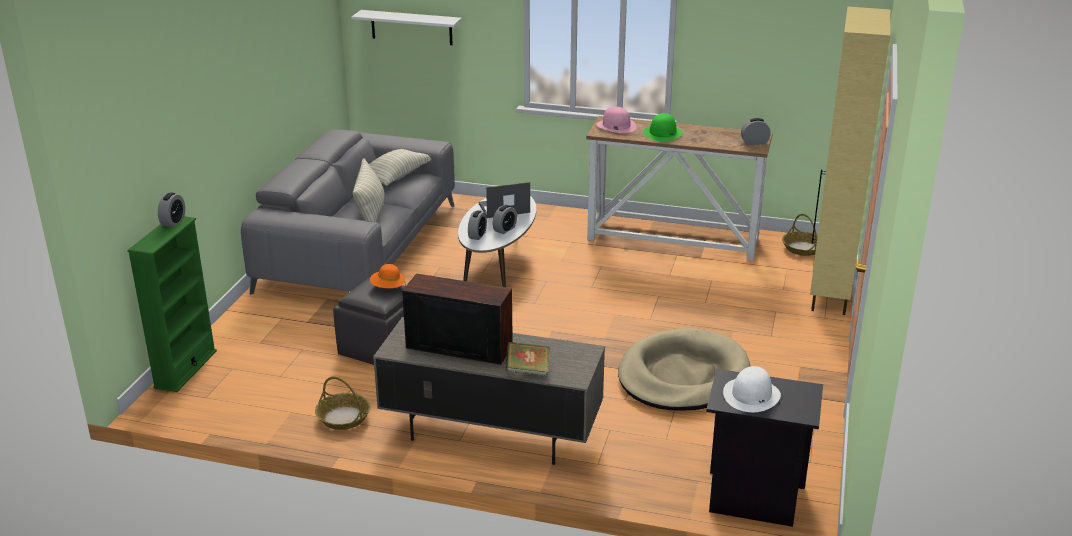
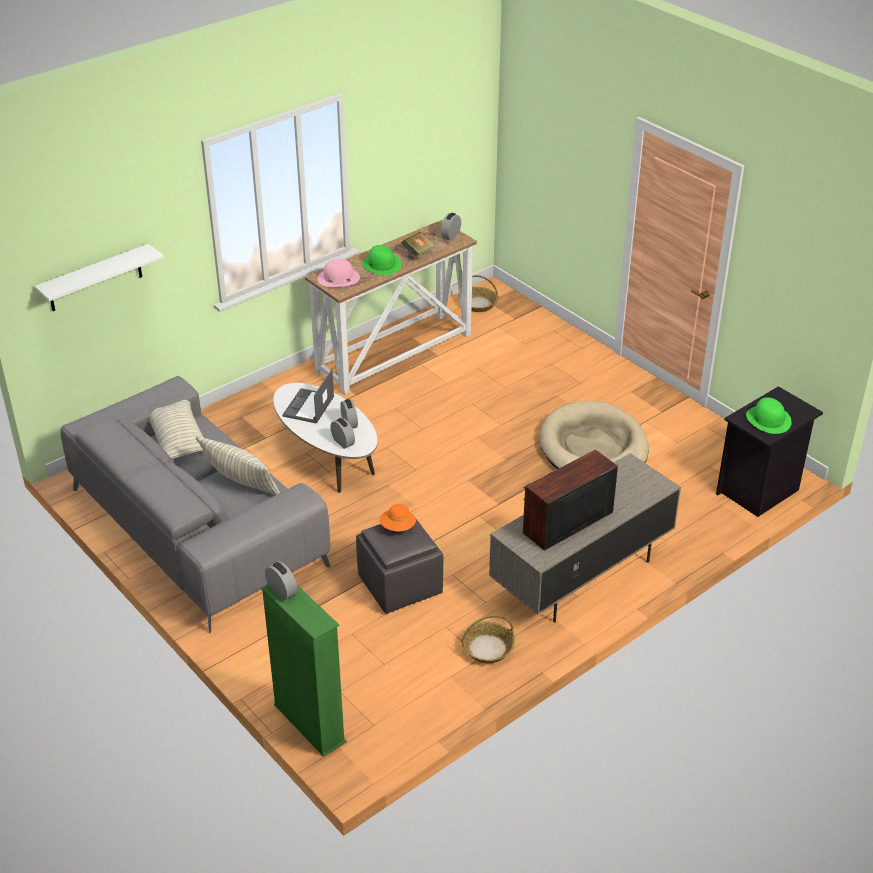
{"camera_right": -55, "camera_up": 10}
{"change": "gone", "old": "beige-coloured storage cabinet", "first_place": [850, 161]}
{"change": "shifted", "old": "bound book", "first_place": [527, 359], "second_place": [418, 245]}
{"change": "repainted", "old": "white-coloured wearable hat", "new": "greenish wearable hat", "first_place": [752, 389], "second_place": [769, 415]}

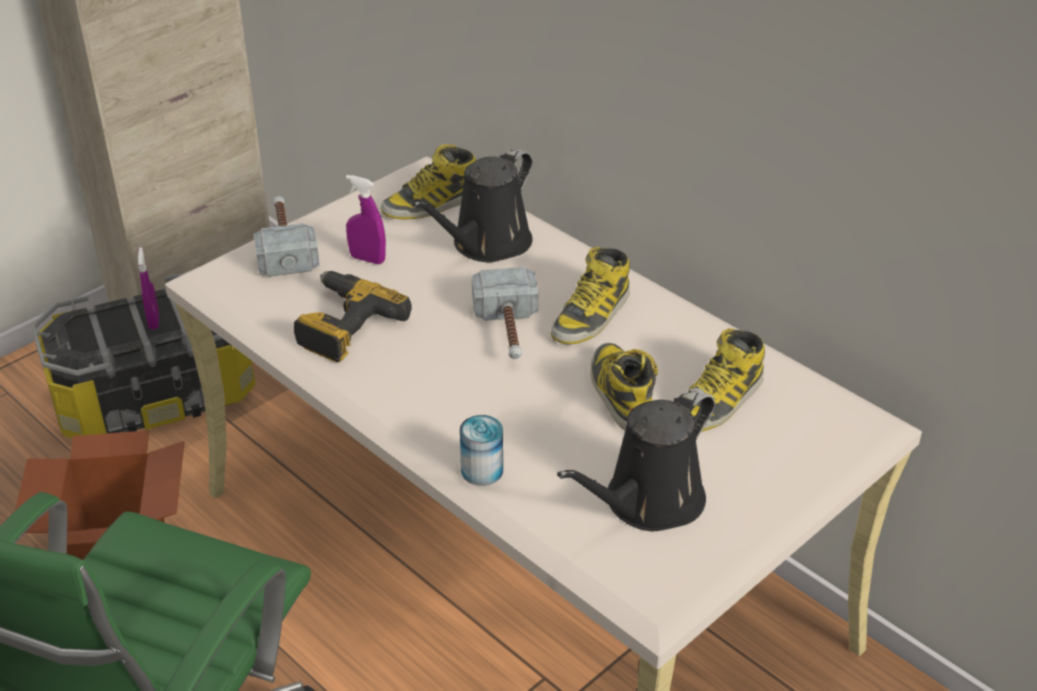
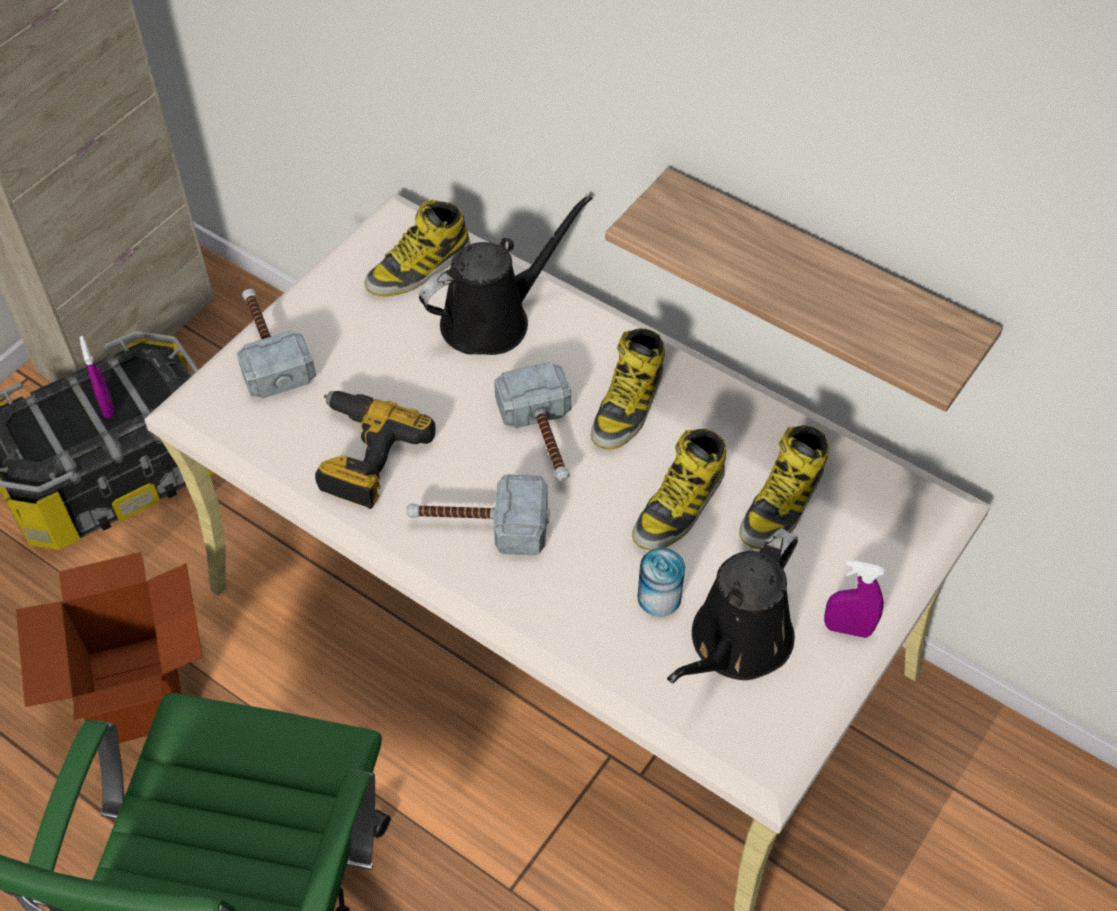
{"camera_right": -10, "camera_up": 15}
{"change": "rotated", "old": "black sprinkling can", "first_place": [472, 205], "second_place": [506, 275], "degrees": -150}
{"change": "shifted", "old": "purple-coloured sprayer", "first_place": [366, 219], "second_place": [854, 599]}
{"change": "rotated", "old": "boot", "first_place": [624, 386], "second_place": [679, 489], "degrees": -120}
{"change": "shifted", "old": "can", "first_place": [481, 450], "second_place": [661, 582]}
{"change": "new", "new": "bracket shelf", "second_place": [804, 290]}
{"change": "new", "new": "tool hammer", "second_place": [478, 515]}

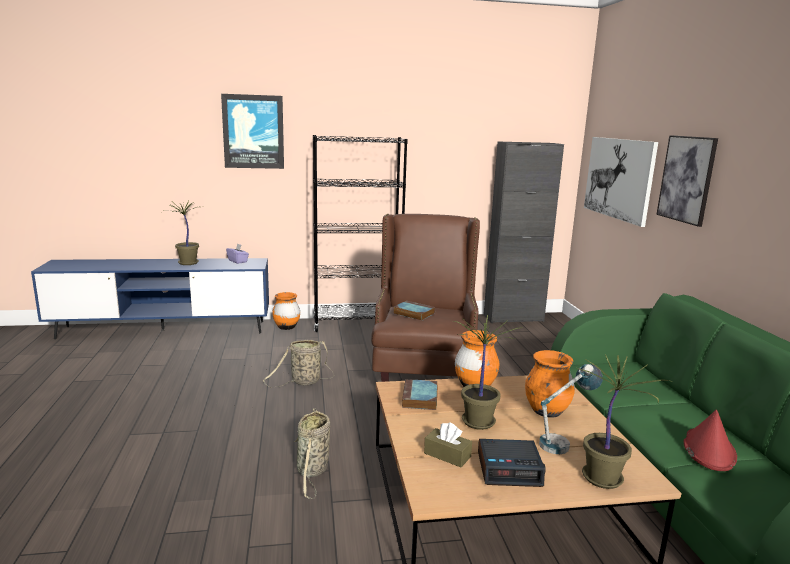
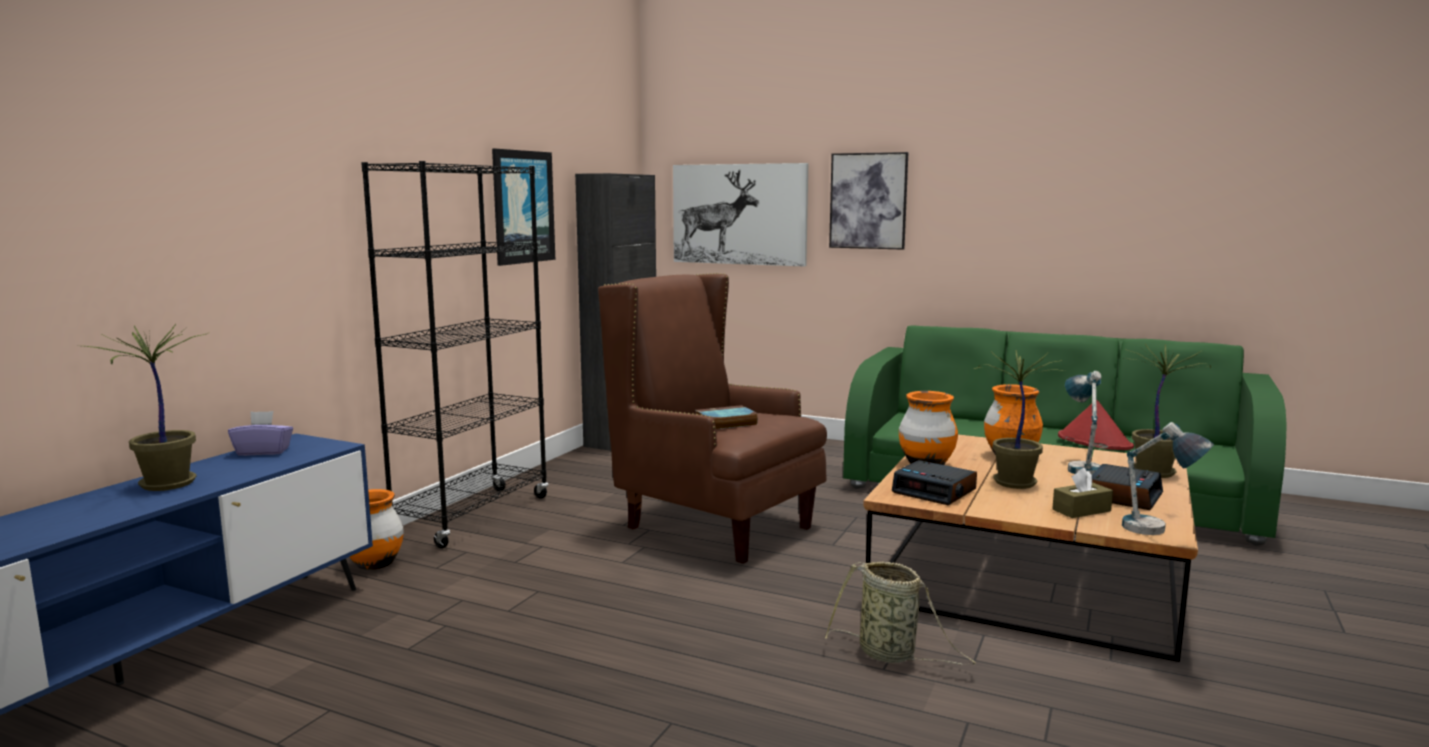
{"camera_right": -55, "camera_up": -5}
{"change": "shifted", "old": "wall picture", "first_place": [252, 131], "second_place": [523, 207]}
{"change": "gone", "old": "basket", "first_place": [298, 363]}
{"change": "swapped", "old": "bound book", "new": "alarm clock", "first_place": [420, 394], "second_place": [934, 482]}
{"change": "new", "new": "tabletop lamp", "second_place": [1168, 478]}

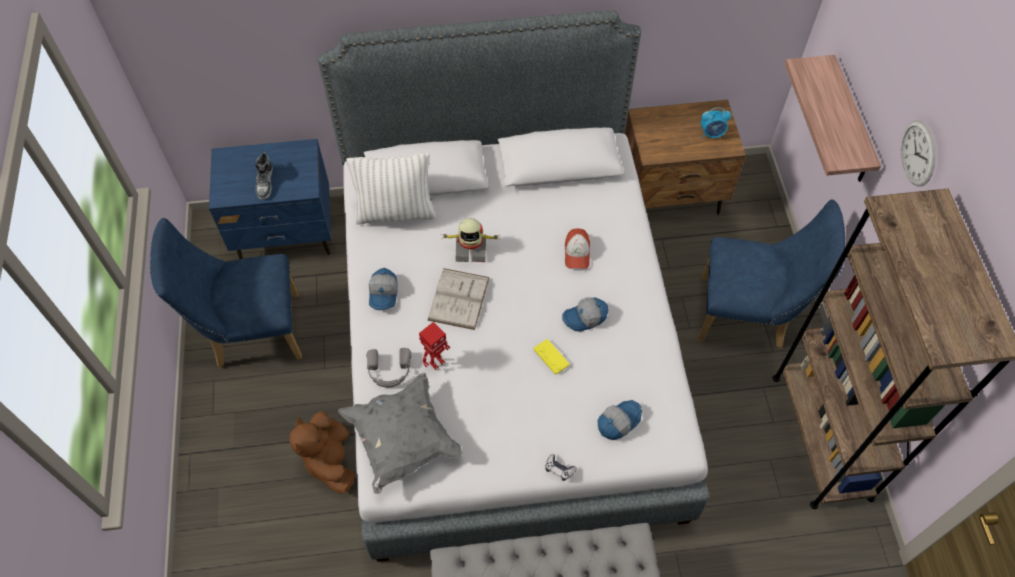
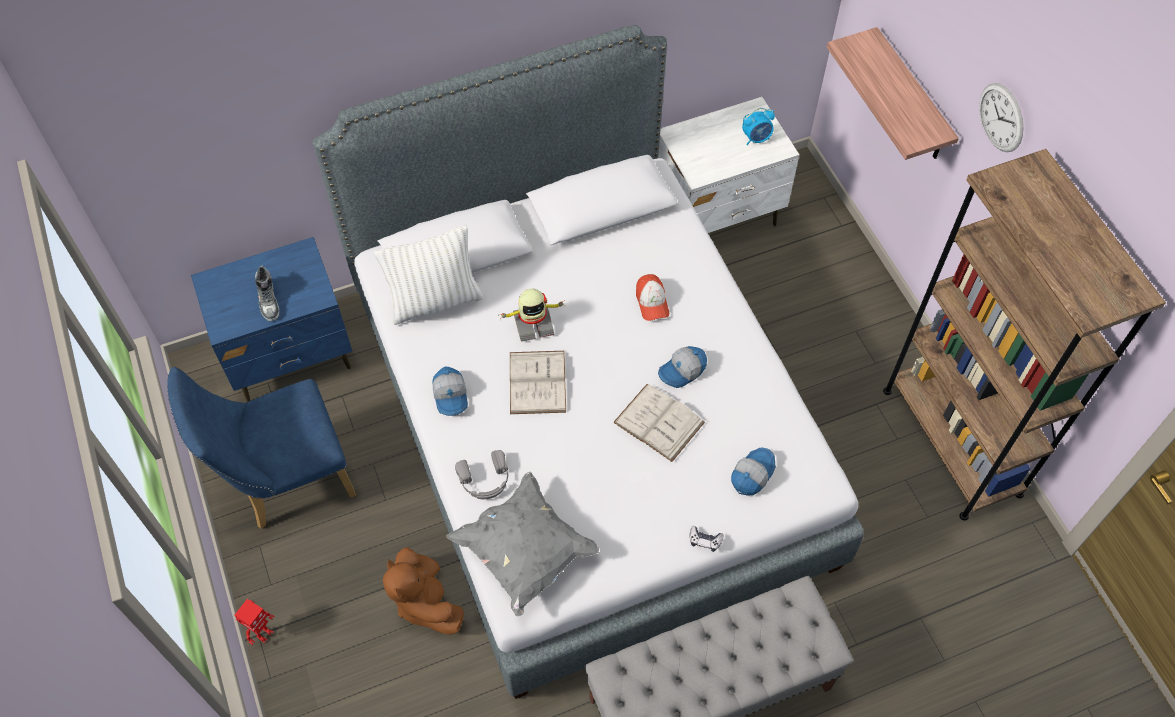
{"camera_right": -15, "camera_up": 0}
{"change": "repainted", "old": "brown bedside table", "new": "white-coloured bedside table", "first_place": [685, 157], "second_place": [728, 165]}
{"change": "gone", "old": "blue plain chair", "first_place": [772, 274]}
{"change": "shifted", "old": "toy robot", "first_place": [434, 346], "second_place": [254, 622]}
{"change": "swapped", "old": "yellow-coloured joypad", "new": "white-coloured bound book", "first_place": [551, 357], "second_place": [659, 423]}

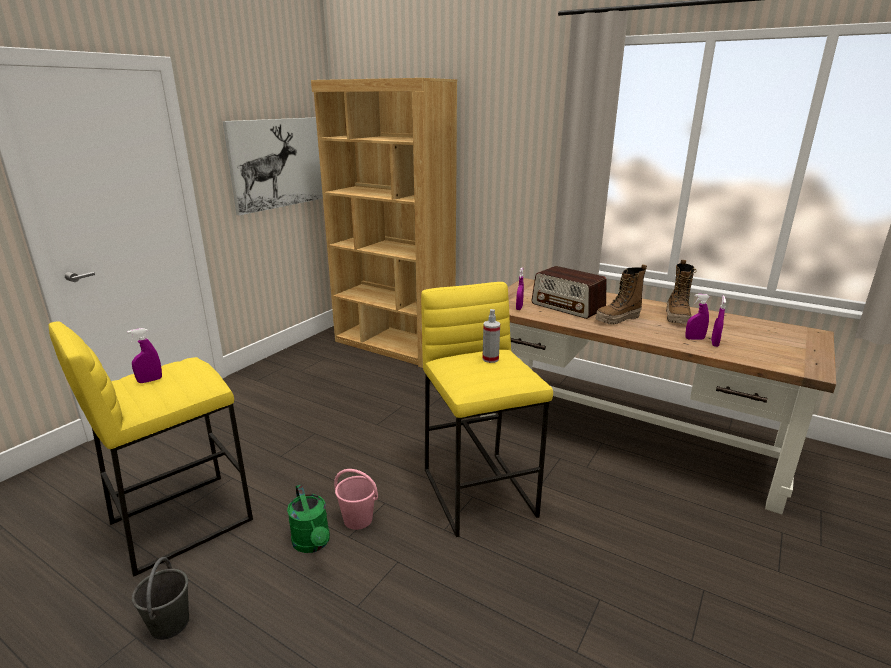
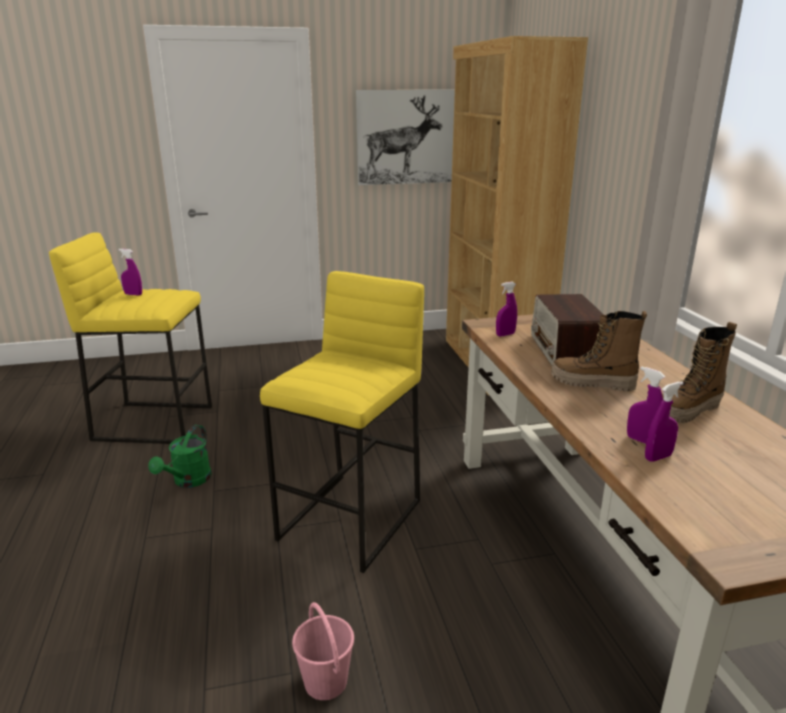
{"camera_right": 45, "camera_up": 0}
{"change": "gone", "old": "sprayer", "first_place": [491, 336]}
{"change": "shifted", "old": "pink-coloured pail", "first_place": [356, 499], "second_place": [323, 651]}
{"change": "gone", "old": "grey pail", "first_place": [160, 598]}

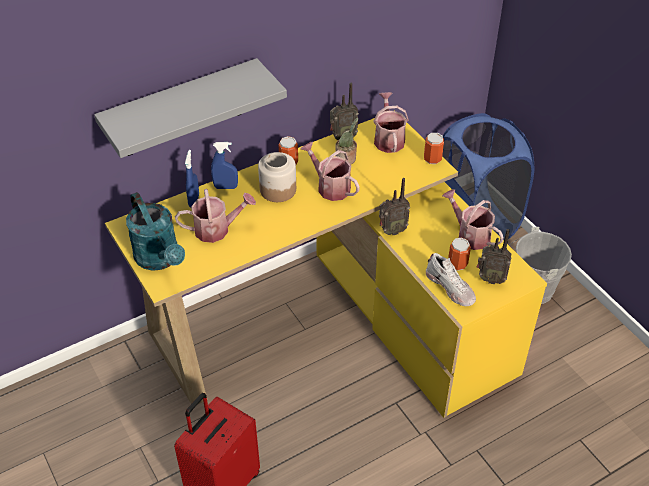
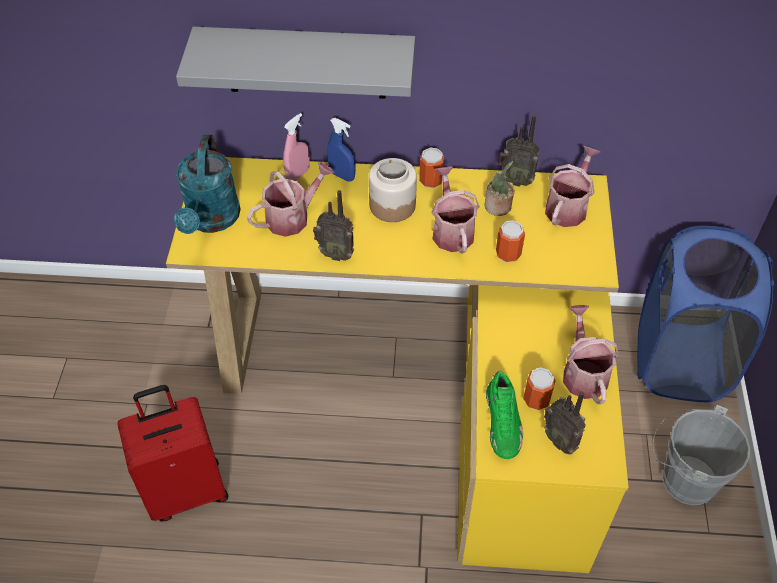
{"camera_right": 35, "camera_up": 5}
{"change": "shifted", "old": "can", "first_place": [434, 148], "second_place": [510, 241]}
{"change": "repainted", "old": "blue sprayer", "new": "pink-coloured sprayer", "first_place": [192, 179], "second_place": [296, 147]}
{"change": "shifted", "old": "radio receiver", "first_place": [394, 206], "second_place": [333, 225]}
{"change": "rotated", "old": "sprinkling can", "first_place": [215, 216], "second_place": [290, 199], "degrees": -60}
{"change": "repainted", "old": "white-coloured shoe", "new": "greenish shoe", "first_place": [451, 279], "second_place": [504, 415]}

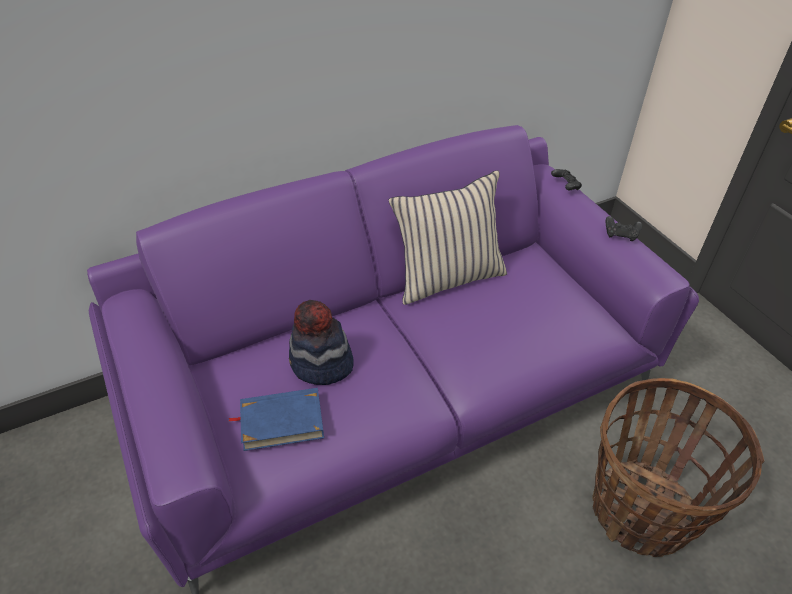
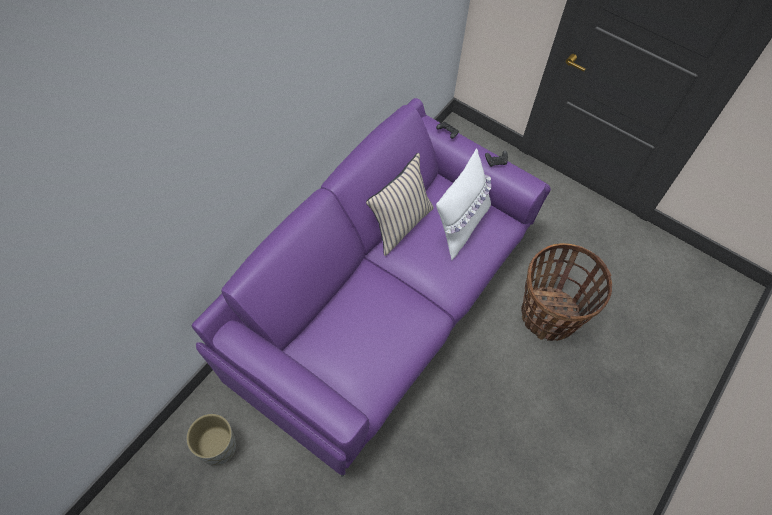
{"camera_right": -30, "camera_up": 15}
{"change": "gone", "old": "wearable hat", "first_place": [321, 342]}
{"change": "gone", "old": "blue bound book", "first_place": [276, 419]}
{"change": "new", "new": "white-coloured pillow", "second_place": [463, 204]}
{"change": "new", "new": "grey planter", "second_place": [211, 440]}

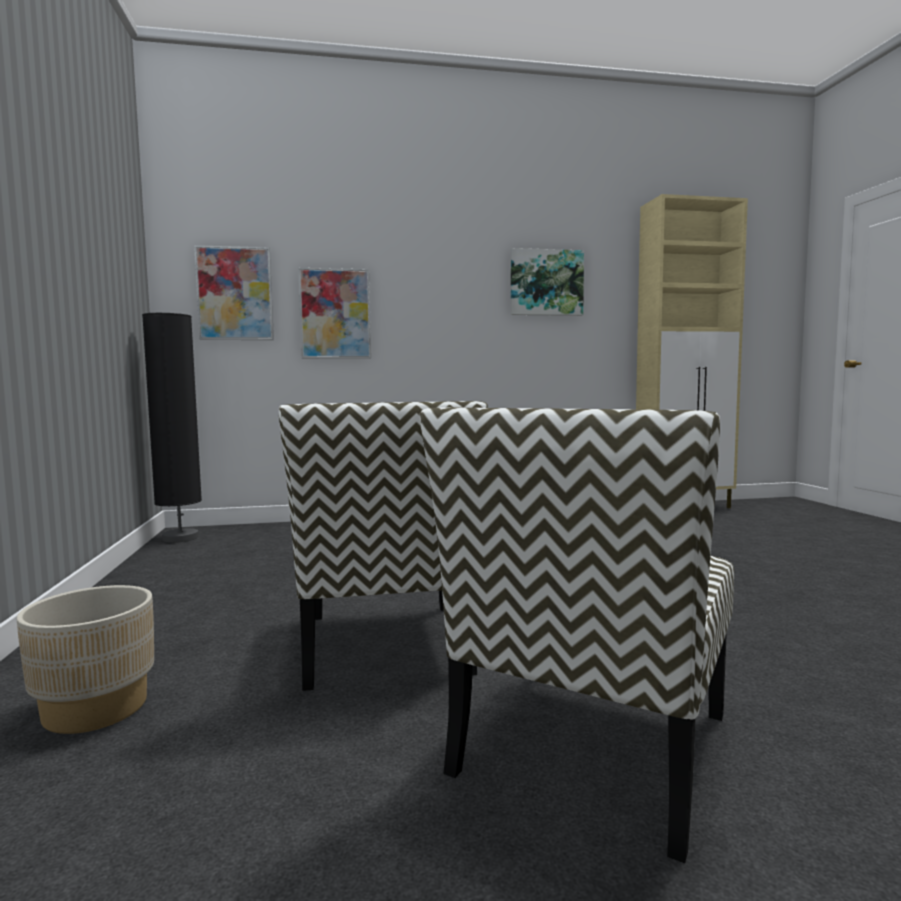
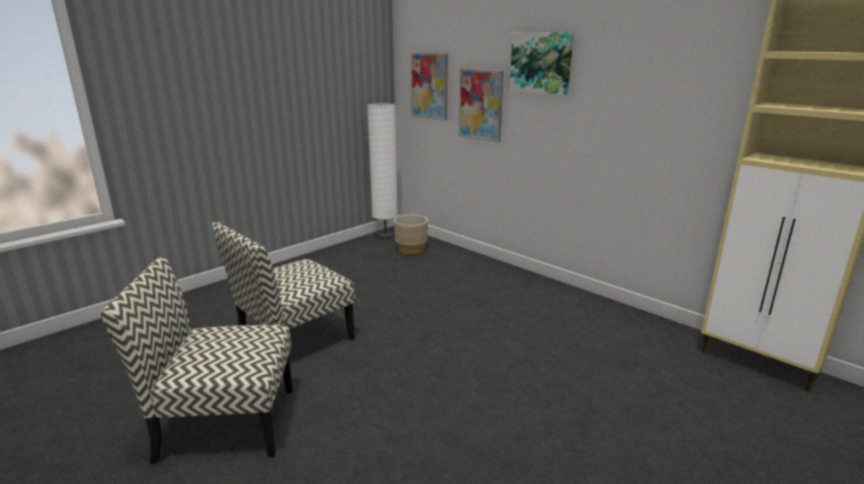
{"camera_right": 55, "camera_up": 15}
{"change": "shifted", "old": "wall picture", "first_place": [547, 282], "second_place": [542, 64]}
{"change": "repainted", "old": "black standing lamp", "new": "white-coloured standing lamp", "first_place": [172, 428], "second_place": [382, 171]}
{"change": "shifted", "old": "beige-coloured planter", "first_place": [85, 659], "second_place": [411, 235]}

